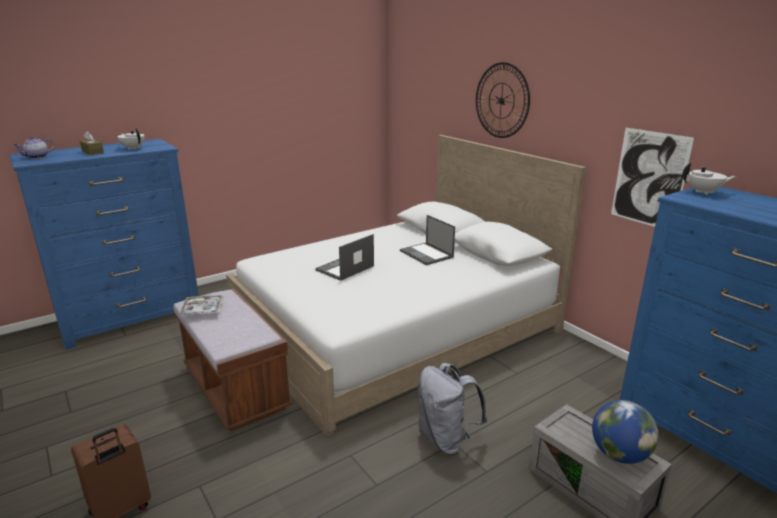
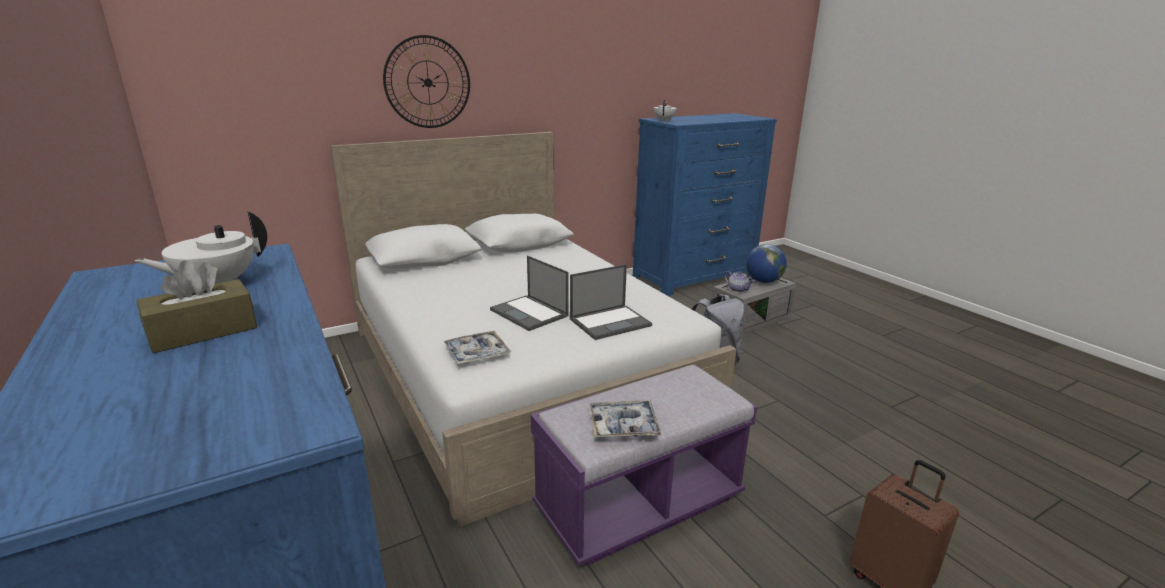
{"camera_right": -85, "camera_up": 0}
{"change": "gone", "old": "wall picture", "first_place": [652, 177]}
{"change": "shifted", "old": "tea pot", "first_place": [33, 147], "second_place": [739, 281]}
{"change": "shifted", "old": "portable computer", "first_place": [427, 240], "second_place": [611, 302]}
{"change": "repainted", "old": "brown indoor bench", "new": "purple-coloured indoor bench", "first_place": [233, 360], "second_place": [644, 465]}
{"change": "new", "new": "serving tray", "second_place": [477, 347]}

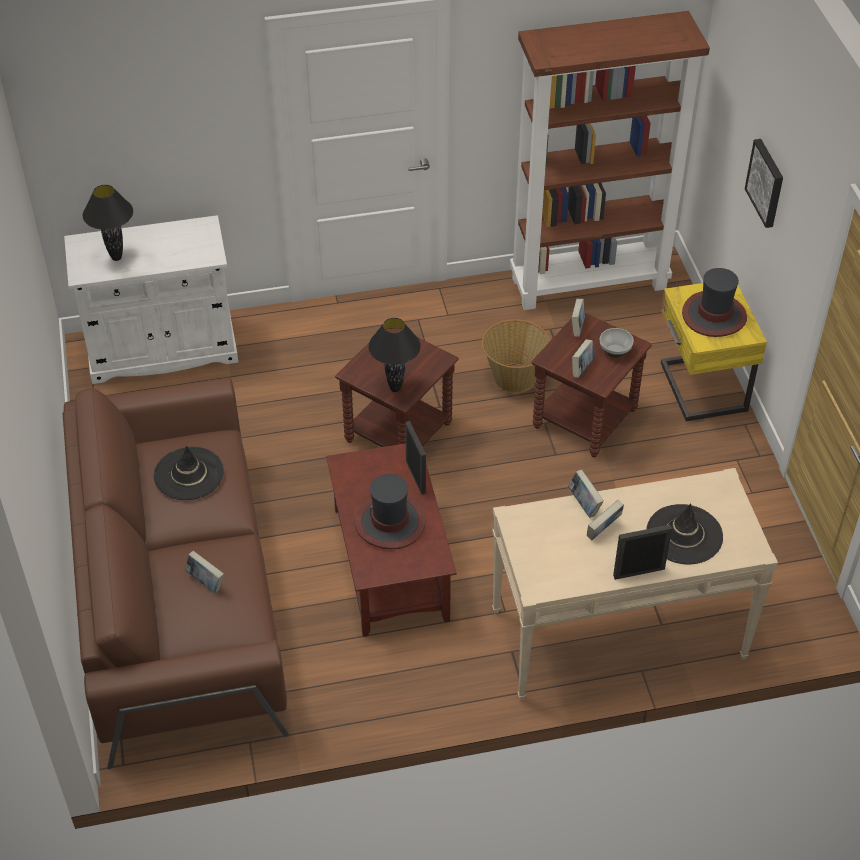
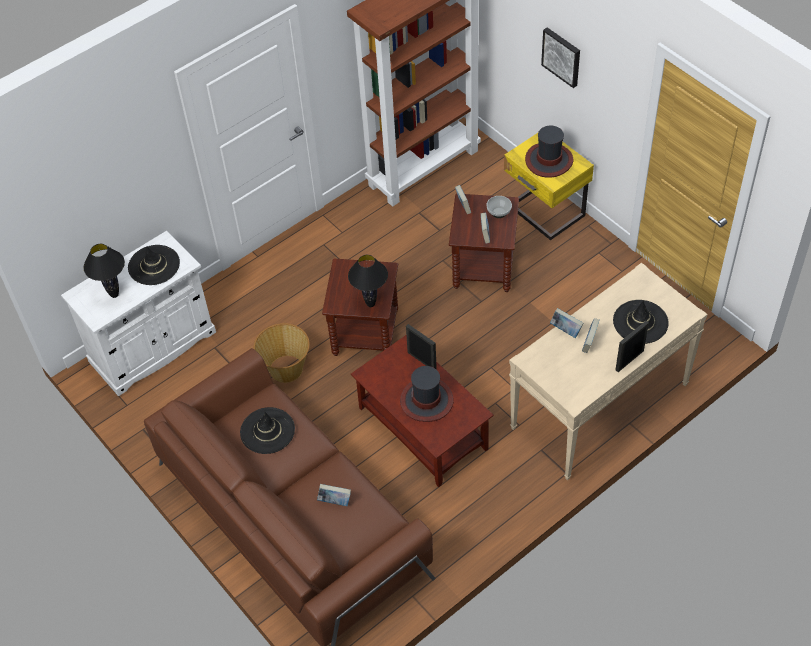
{"camera_right": -25, "camera_up": 5}
{"change": "shifted", "old": "basket", "first_place": [516, 356], "second_place": [282, 353]}
{"change": "new", "new": "black wearable hat", "second_place": [154, 265]}

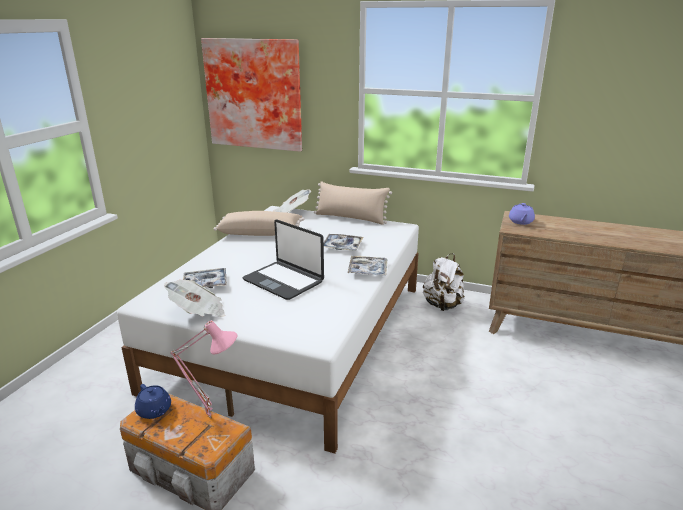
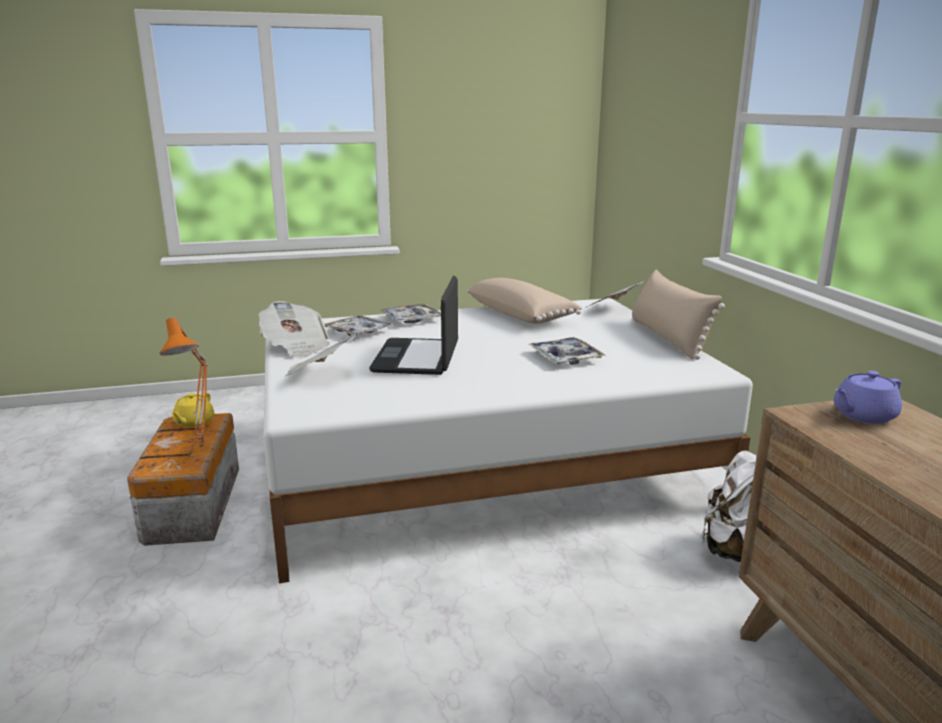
{"camera_right": 55, "camera_up": -5}
{"change": "gone", "old": "wall picture", "first_place": [251, 95]}
{"change": "shifted", "old": "serving tray", "first_place": [367, 265], "second_place": [411, 313]}
{"change": "repainted", "old": "pink-coloured tabletop lamp", "new": "orange tabletop lamp", "first_place": [203, 369], "second_place": [184, 384]}
{"change": "repainted", "old": "blue tea pot", "new": "yellow-coloured tea pot", "first_place": [153, 401], "second_place": [192, 410]}
{"change": "new", "new": "newspaper", "second_place": [320, 355]}

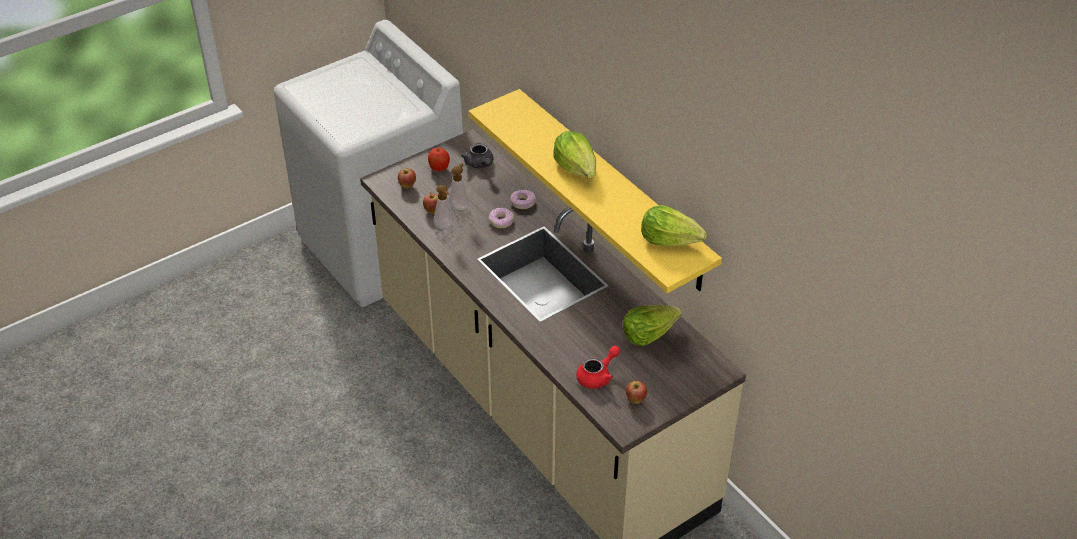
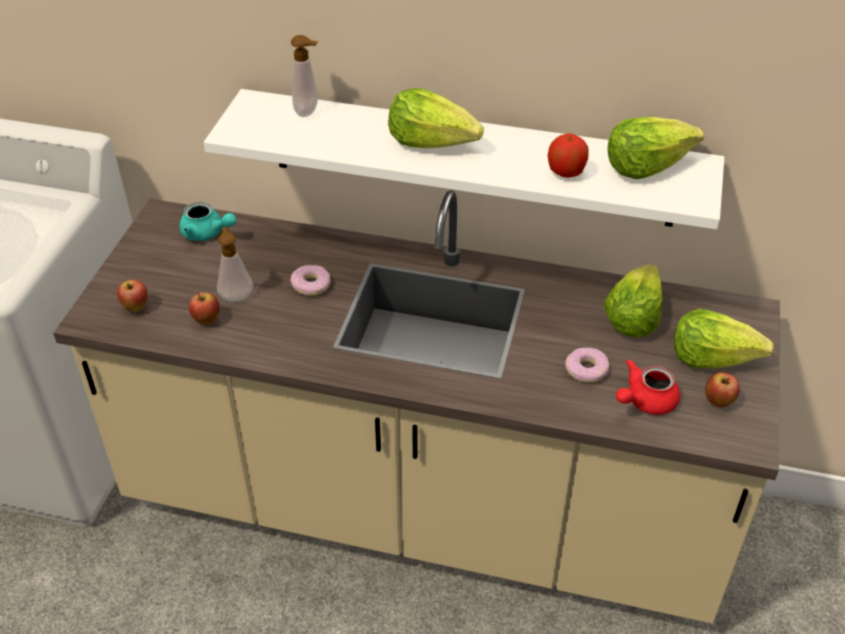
{"camera_right": -40, "camera_up": 0}
{"change": "repainted", "old": "yellow-coloured bracket shelf", "new": "white-coloured bracket shelf", "first_place": [595, 191], "second_place": [464, 159]}
{"change": "repainted", "old": "grey tea pot", "new": "turquoise tea pot", "first_place": [477, 156], "second_place": [208, 221]}
{"change": "shifted", "old": "whole apple", "first_place": [439, 159], "second_place": [568, 156]}
{"change": "shifted", "old": "liquid soap bottle", "first_place": [443, 207], "second_place": [304, 76]}
{"change": "shifted", "old": "donut", "first_place": [523, 199], "second_place": [587, 365]}
{"change": "rotated", "old": "red tea pot", "first_place": [598, 367], "second_place": [648, 387], "degrees": -135}
{"change": "new", "new": "lettuce", "second_place": [724, 338]}

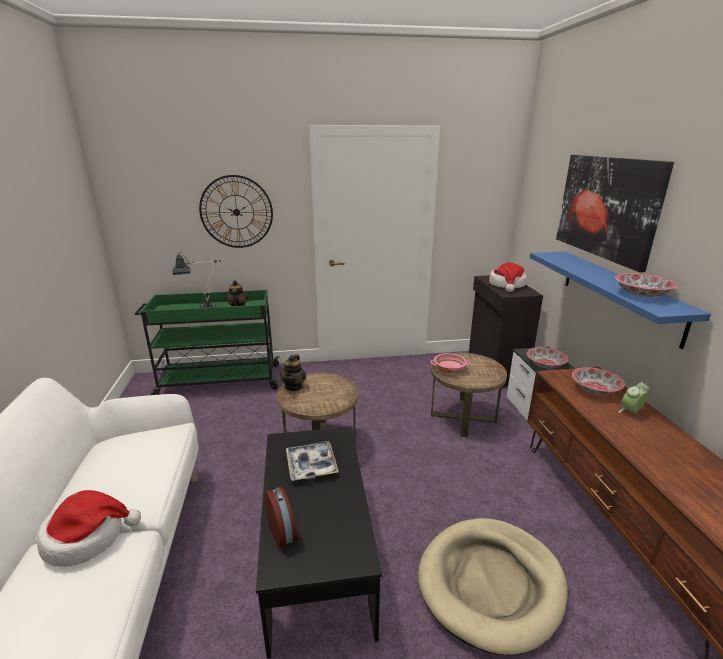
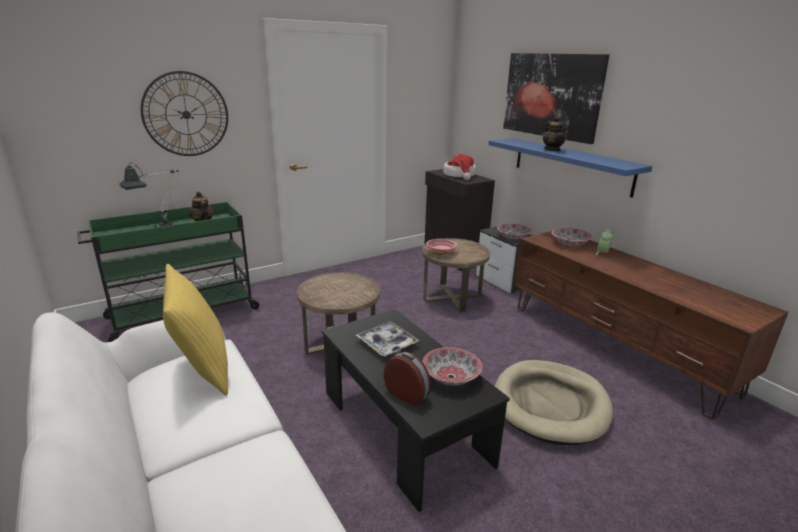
{"camera_right": -25, "camera_up": 0}
{"change": "shifted", "old": "deep dish", "first_place": [646, 285], "second_place": [452, 366]}
{"change": "shifted", "old": "tea pot", "first_place": [293, 372], "second_place": [554, 133]}
{"change": "gone", "old": "wearable hat", "first_place": [89, 528]}
{"change": "new", "new": "yellow-coloured pillow", "second_place": [195, 330]}

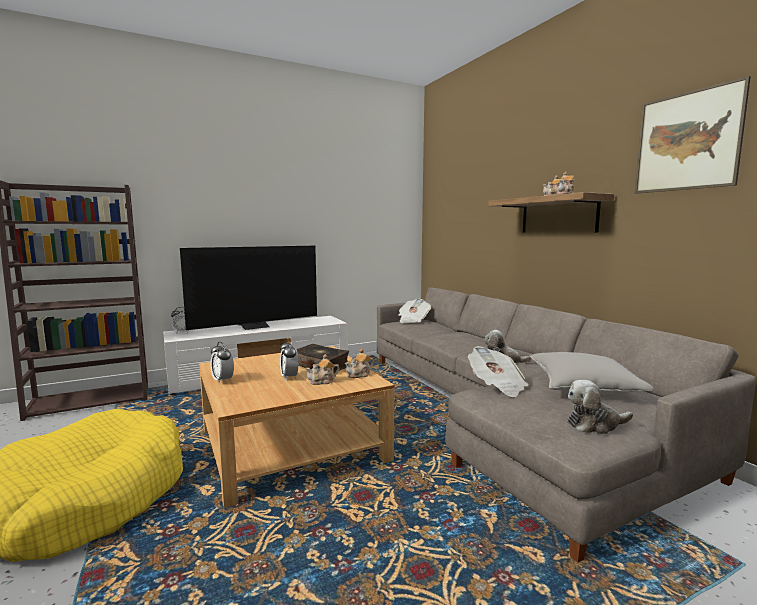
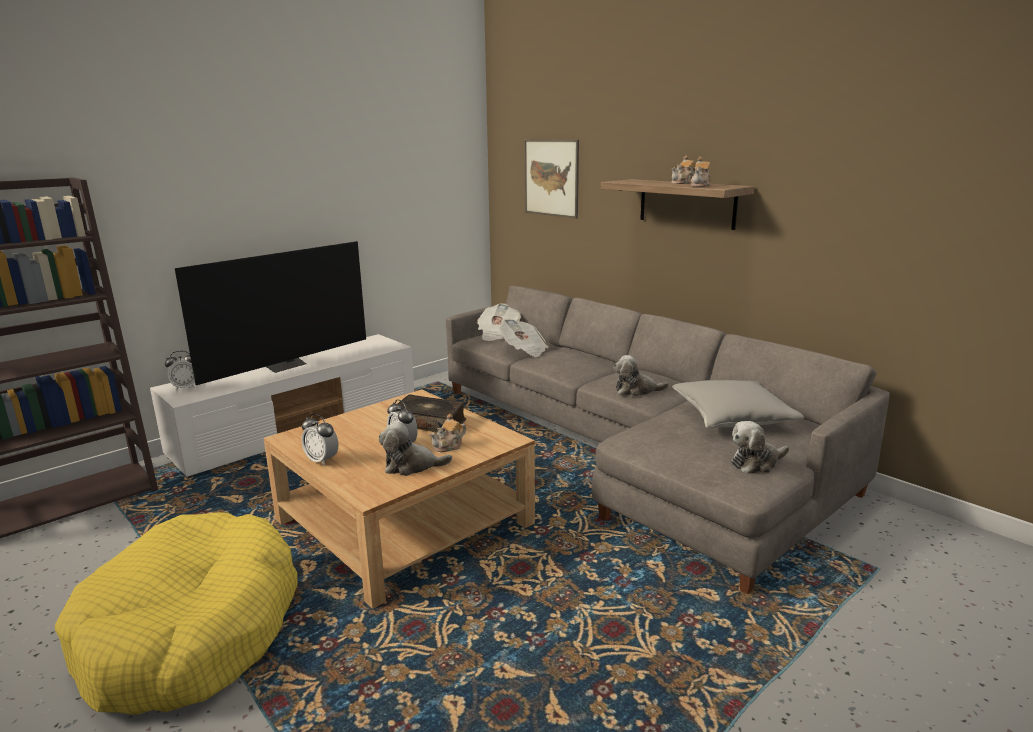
{"camera_right": -15, "camera_up": 10}
{"change": "shifted", "old": "wall picture", "first_place": [693, 135], "second_place": [551, 178]}
{"change": "shifted", "old": "newspaper", "first_place": [498, 371], "second_place": [524, 338]}
{"change": "gone", "old": "tea pot", "first_place": [359, 363]}
{"change": "new", "new": "soft toy", "second_place": [415, 449]}

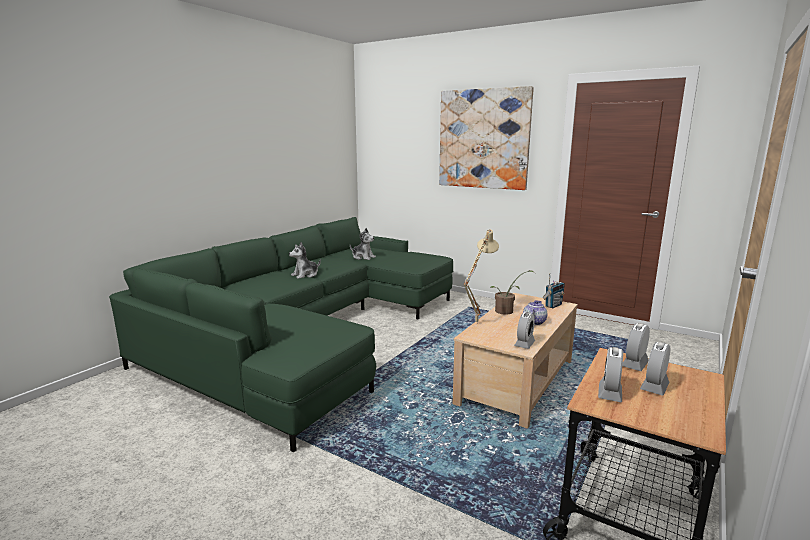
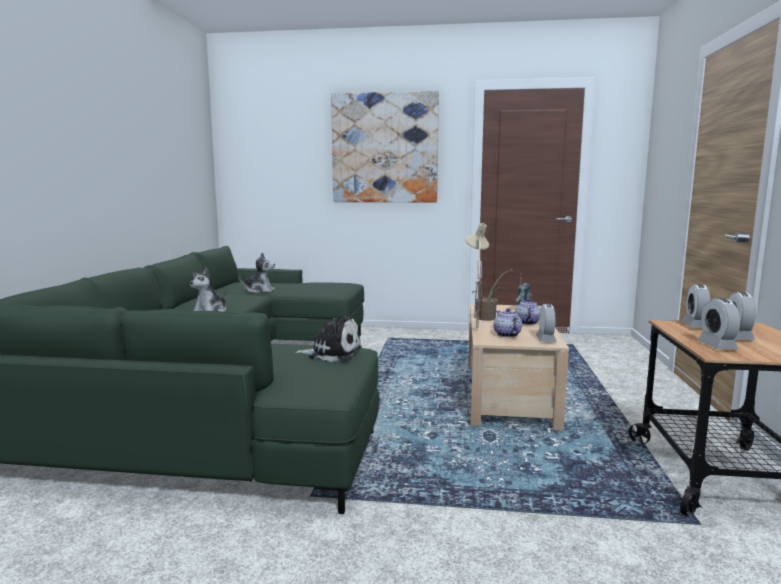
{"camera_right": -25, "camera_up": -5}
{"change": "new", "new": "tea pot", "second_place": [508, 322]}
{"change": "new", "new": "soft toy", "second_place": [328, 338]}

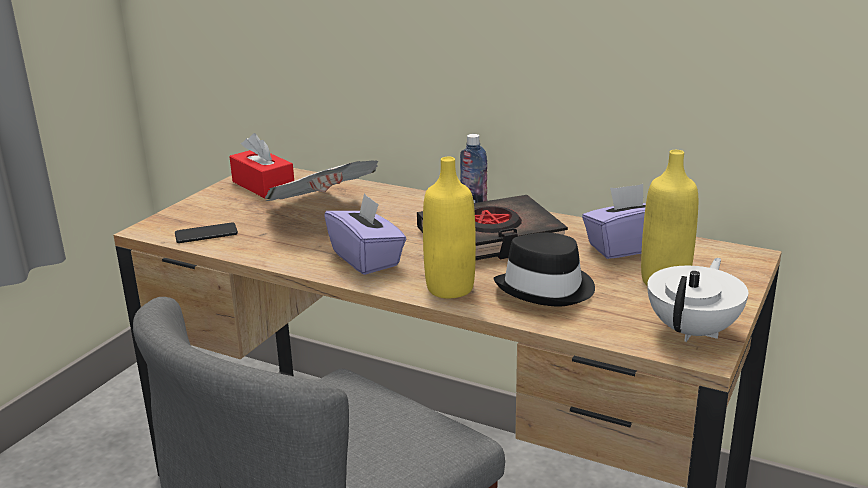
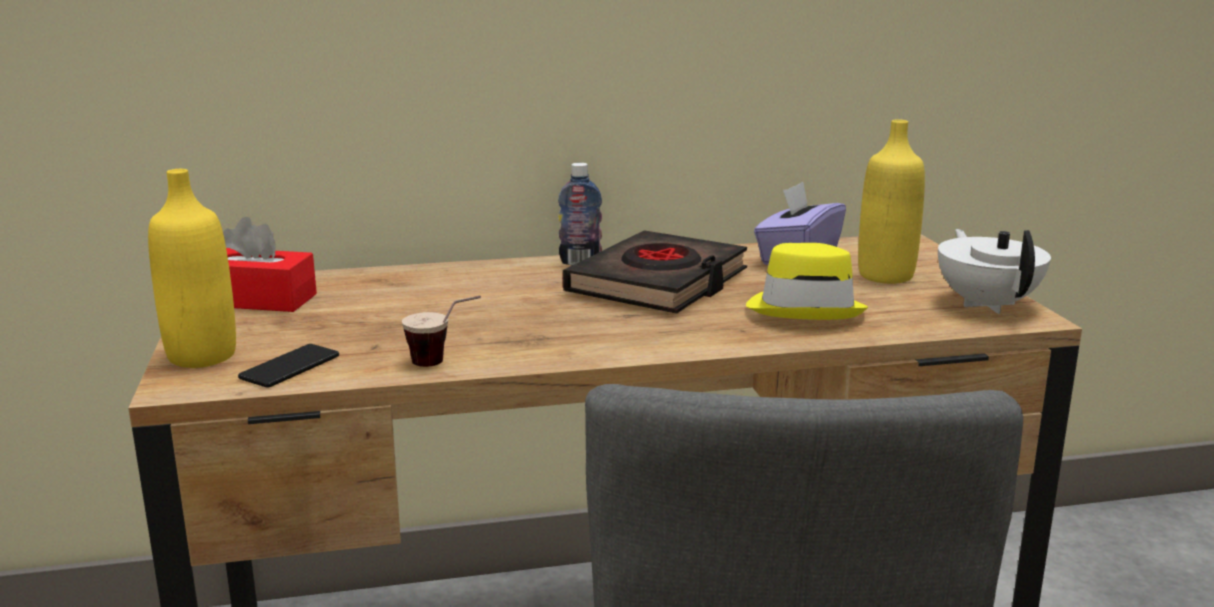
{"camera_right": -40, "camera_up": -5}
{"change": "shifted", "old": "yellow-coloured bottle", "first_place": [449, 228], "second_place": [192, 268]}
{"change": "gone", "old": "newspaper", "first_place": [322, 181]}
{"change": "gone", "old": "purple-coloured tissue box", "first_place": [365, 234]}
{"change": "repainted", "old": "black wearable hat", "new": "yellow-coloured wearable hat", "first_place": [544, 270], "second_place": [807, 281]}
{"change": "new", "new": "small cup", "second_place": [441, 331]}

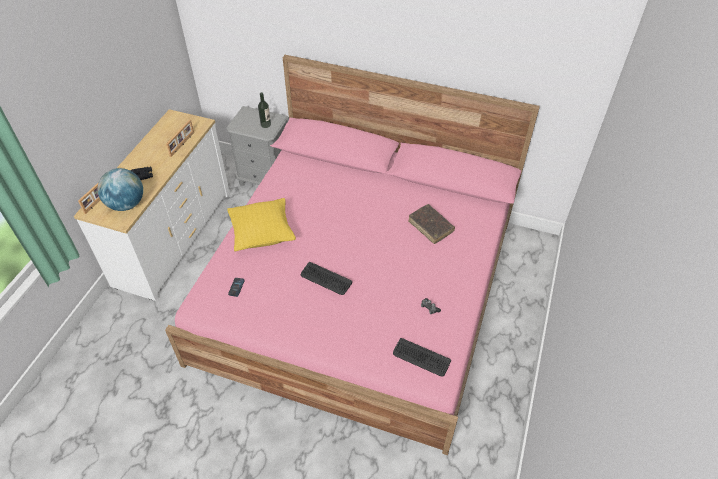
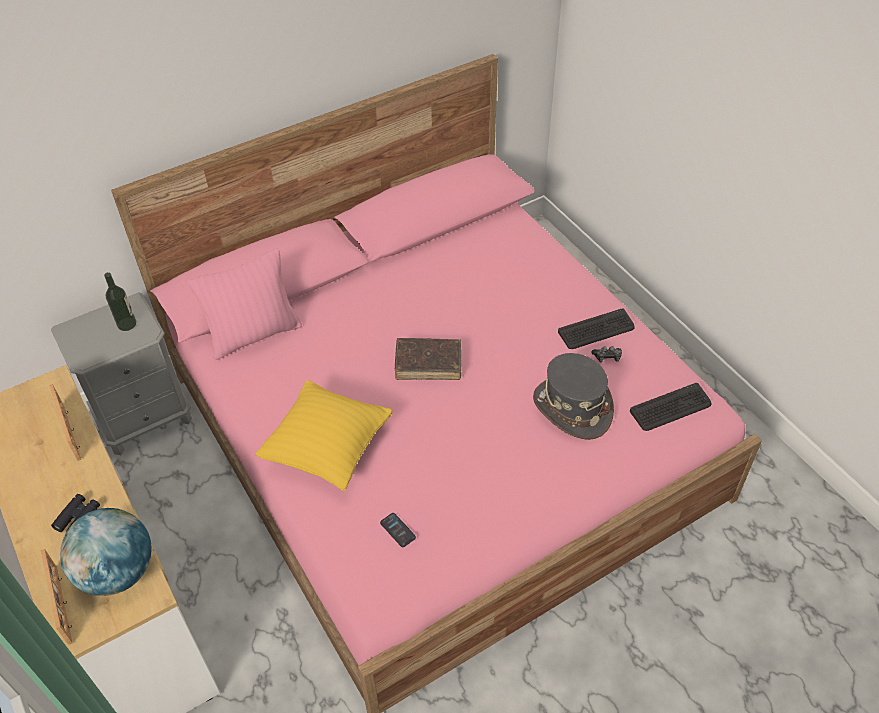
{"camera_right": -50, "camera_up": 0}
{"change": "shifted", "old": "brown bound book", "first_place": [431, 224], "second_place": [428, 359]}
{"change": "shifted", "old": "PC keyboard", "first_place": [326, 278], "second_place": [596, 328]}
{"change": "new", "new": "pink-coloured pillow", "second_place": [245, 304]}
{"change": "new", "new": "grey wearable hat", "second_place": [573, 396]}

